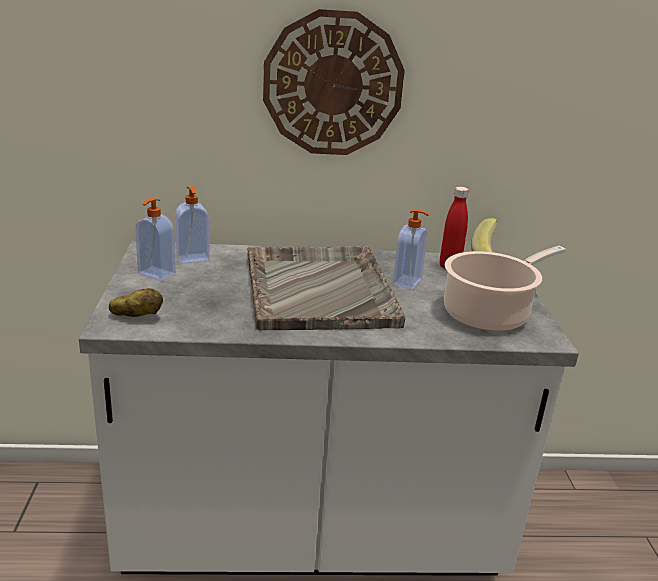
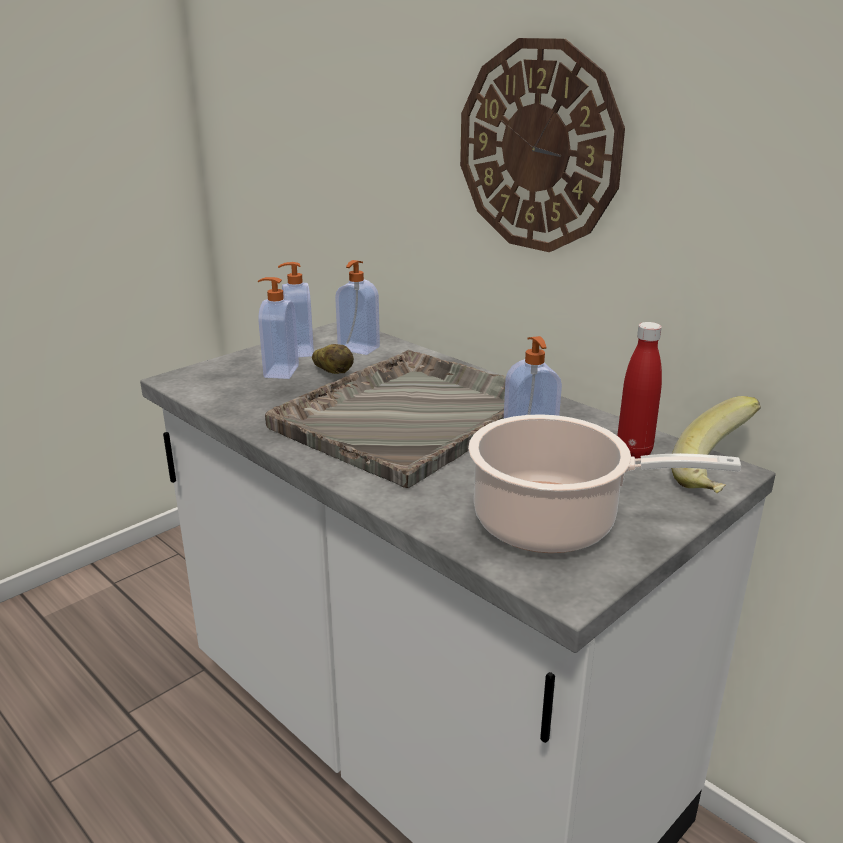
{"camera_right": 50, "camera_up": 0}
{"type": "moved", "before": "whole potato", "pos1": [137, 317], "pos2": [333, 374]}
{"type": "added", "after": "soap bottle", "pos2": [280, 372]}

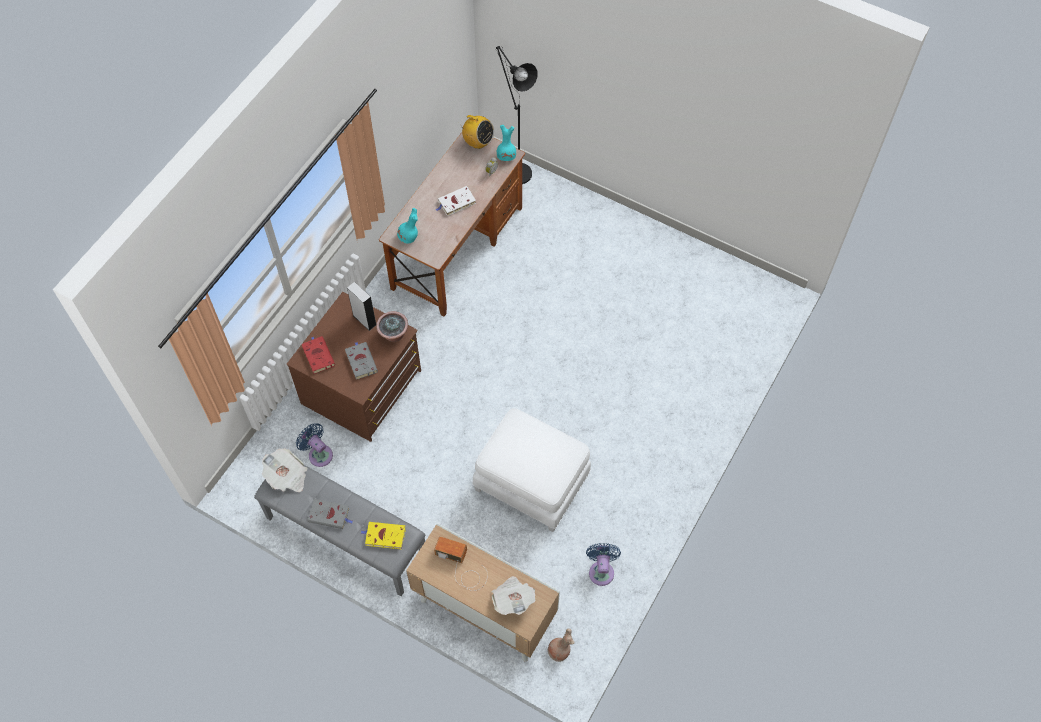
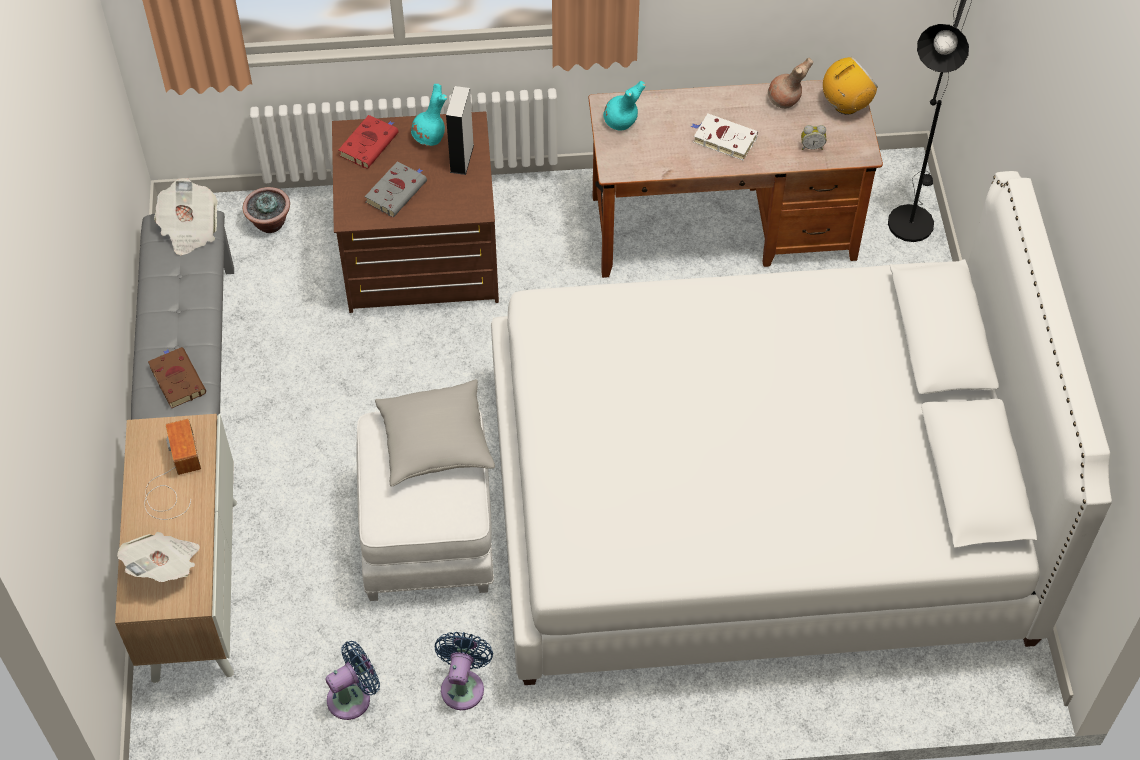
{"camera_right": 55, "camera_up": -5}
{"type": "moved", "before": "blue fan", "pos1": [319, 454], "pos2": [463, 685]}
{"type": "removed", "before": "greyish bound book", "pos1": [330, 515]}
{"type": "recoloured", "before": "yellowish bound book", "after": "brownish bound book", "pos1": [384, 536], "pos2": [176, 379]}
{"type": "moved", "before": "houseplant", "pos1": [393, 335], "pos2": [269, 223]}
{"type": "turned", "before": "radio", "pos1": [478, 142], "pos2": [846, 105], "turn": -120}
{"type": "moved", "before": "turquoise flower vase", "pos1": [507, 156], "pos2": [430, 137]}
{"type": "moved", "before": "brownish flower vase", "pos1": [559, 651], "pos2": [784, 101]}
{"type": "added", "after": "greyish throw pillow", "pos2": [435, 443]}
{"type": "added", "after": "white bedroom bed", "pos2": [756, 505]}

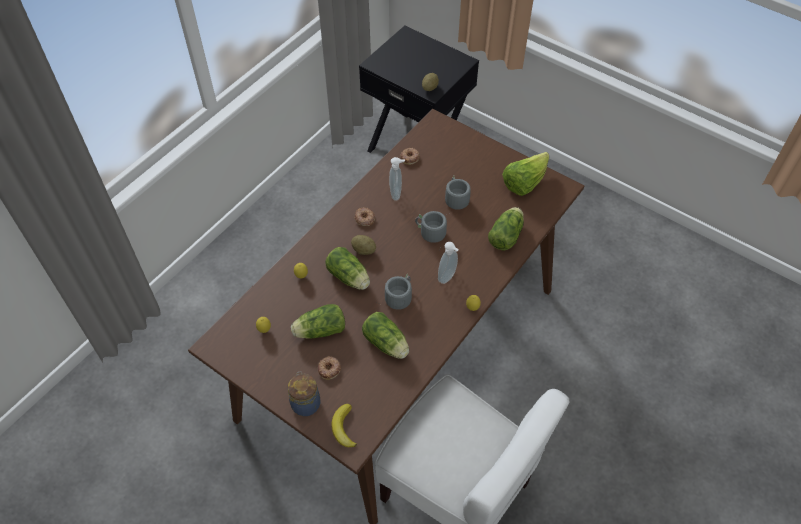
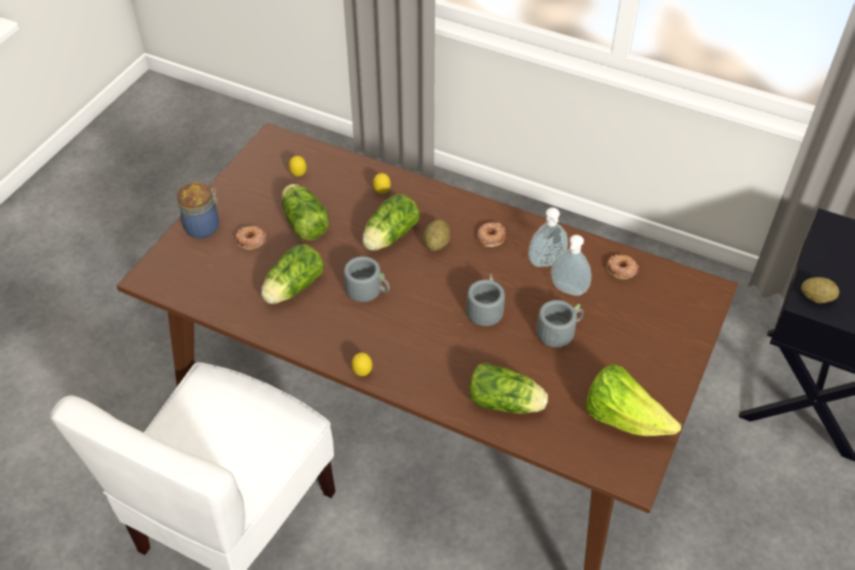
{"camera_right": 80, "camera_up": -5}
{"type": "removed", "before": "banana", "pos1": [344, 428]}
{"type": "moved", "before": "soap bottle", "pos1": [448, 277], "pos2": [567, 291]}

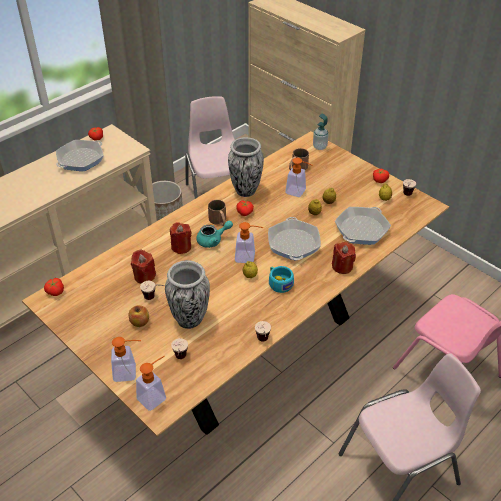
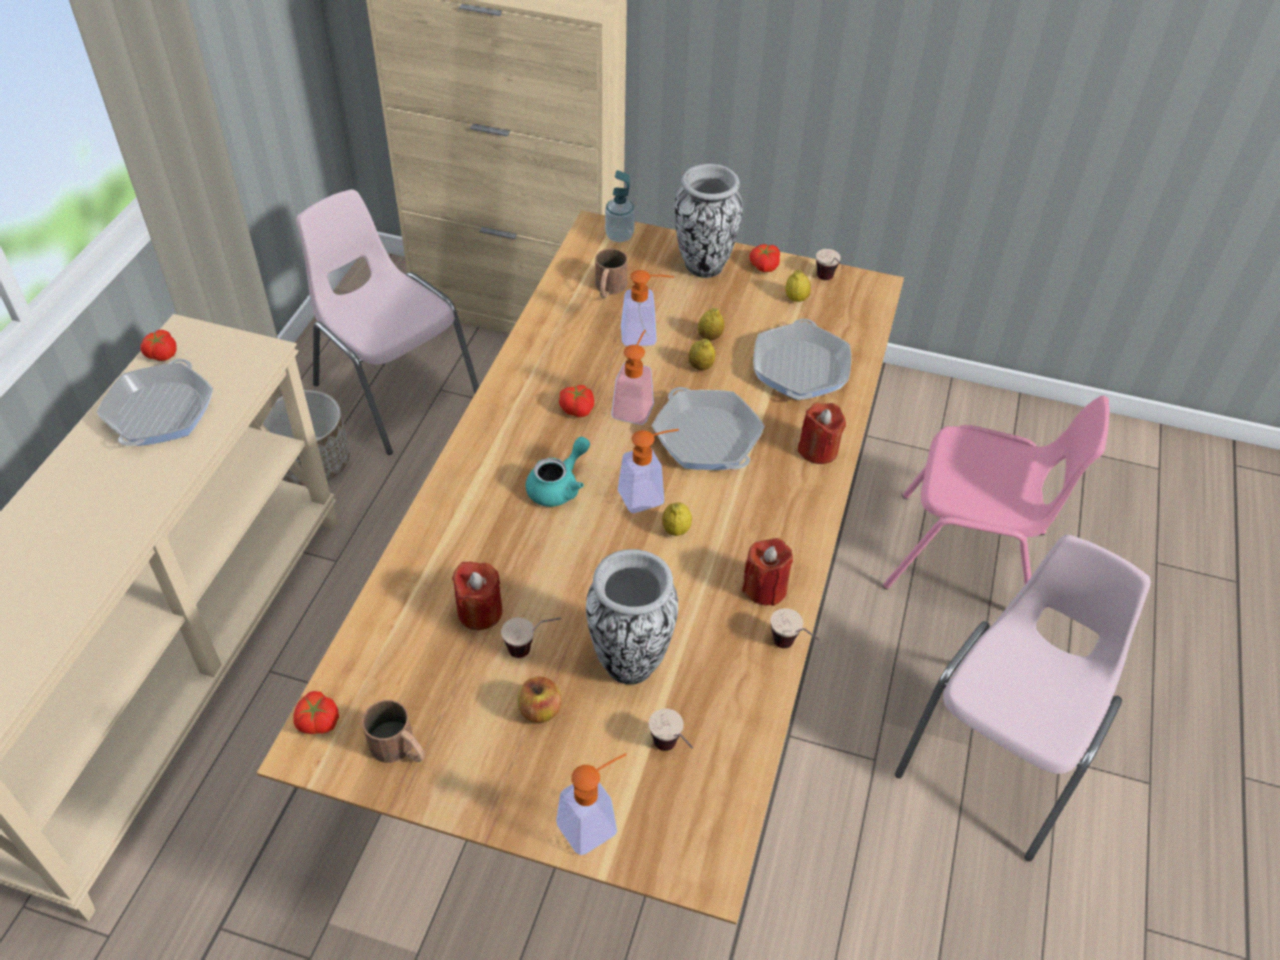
{"camera_right": -30, "camera_up": 5}
{"type": "moved", "before": "soap bottle", "pos1": [155, 396], "pos2": [635, 406]}
{"type": "moved", "before": "red-coloured wax light", "pos1": [181, 247], "pos2": [765, 588]}
{"type": "moved", "before": "brownish mug", "pos1": [219, 221], "pos2": [400, 748]}
{"type": "moved", "before": "flower vase", "pos1": [245, 190], "pos2": [703, 266]}
{"type": "removed", "before": "turquoise cup", "pos1": [279, 283]}

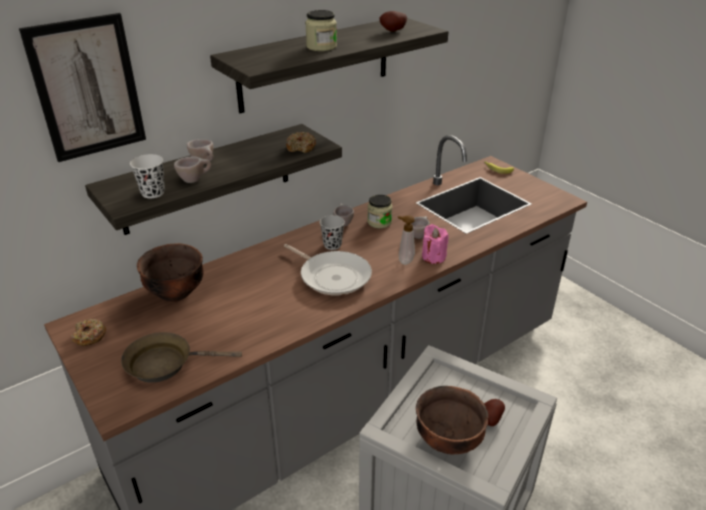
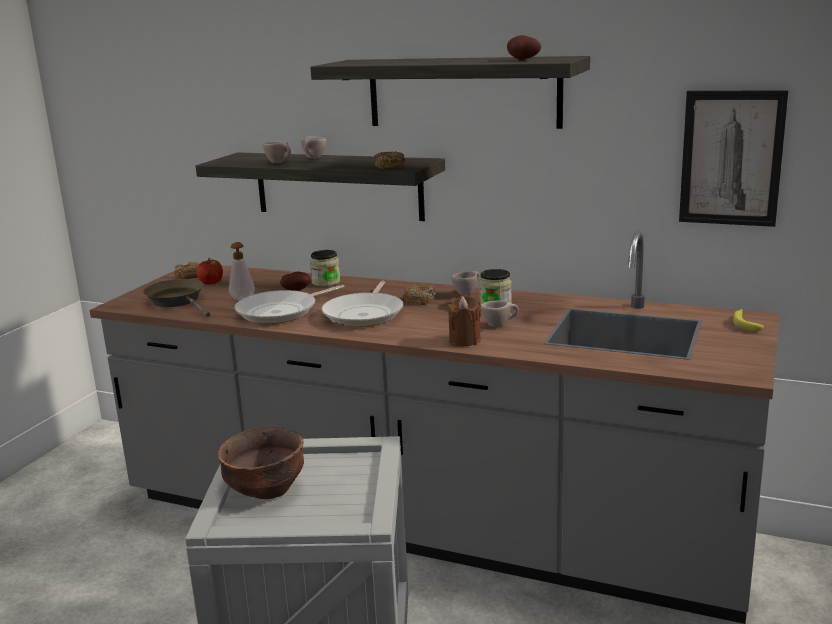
{"camera_right": 60, "camera_up": -15}
{"type": "moved", "before": "wall picture", "pos1": [87, 88], "pos2": [731, 158]}
{"type": "removed", "before": "white cup", "pos1": [153, 193]}
{"type": "removed", "before": "brownish serving bowl", "pos1": [175, 291]}
{"type": "moved", "before": "jar", "pos1": [321, 47], "pos2": [326, 282]}
{"type": "replaced", "before": "blackish cup", "after": "ring doughnut", "pos1": [332, 245], "pos2": [419, 300]}
{"type": "moved", "before": "soap bottle", "pos1": [404, 261], "pos2": [243, 298]}
{"type": "recoloured", "before": "pink wax light", "after": "brownish wax light", "pos1": [433, 257], "pos2": [464, 340]}
{"type": "moved", "before": "whole potato", "pos1": [490, 419], "pos2": [297, 290]}
{"type": "added", "after": "whole apple", "pos2": [211, 282]}
{"type": "added", "after": "pan", "pos2": [281, 311]}

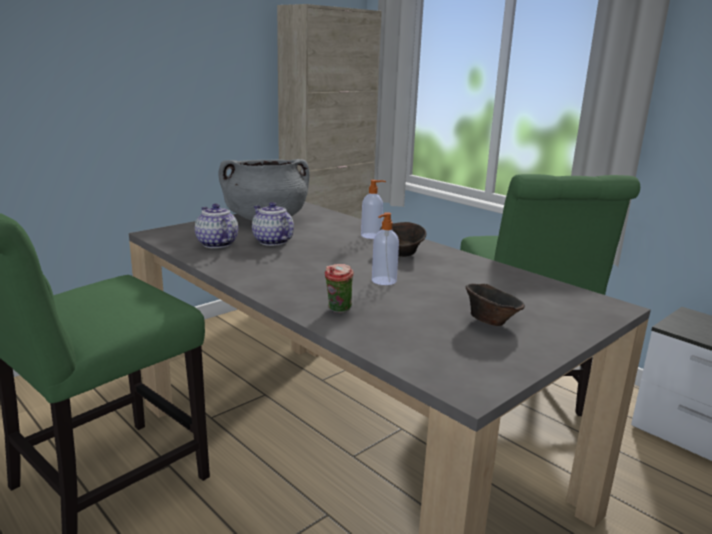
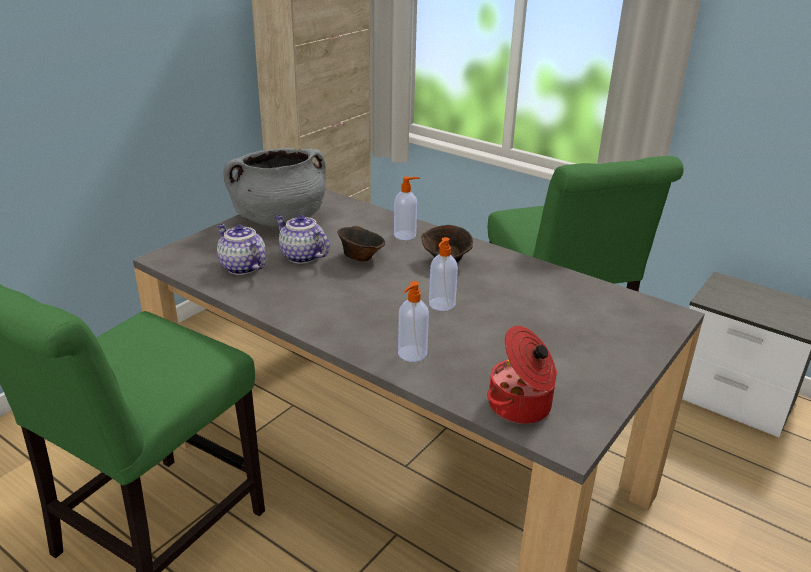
{"camera_right": -10, "camera_up": 10}
{"type": "replaced", "before": "cup", "after": "soap bottle", "pos1": [338, 311], "pos2": [411, 354]}
{"type": "moved", "before": "brownish serving bowl", "pos1": [490, 322], "pos2": [360, 257]}
{"type": "added", "after": "cooking pot", "pos2": [521, 407]}

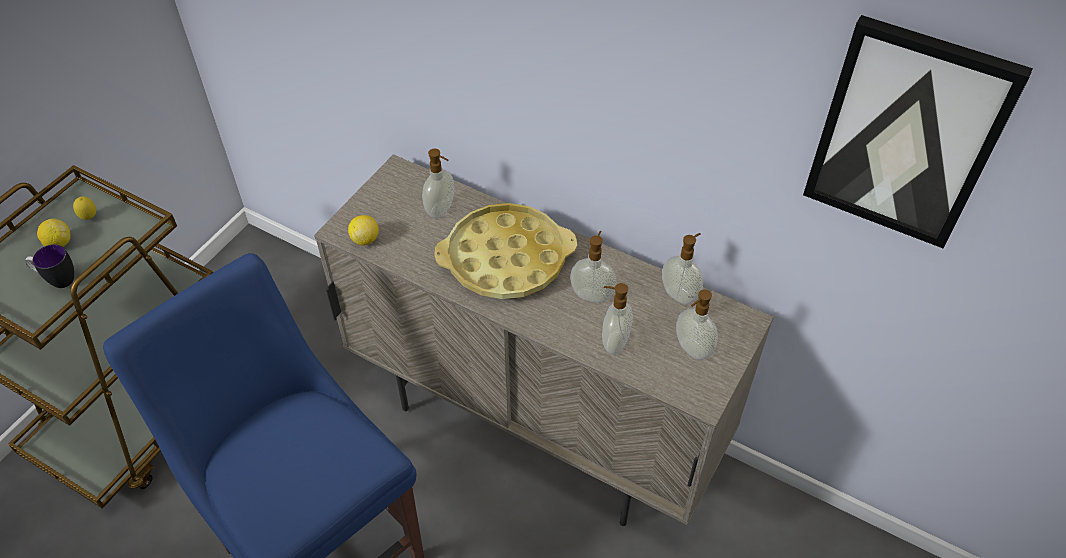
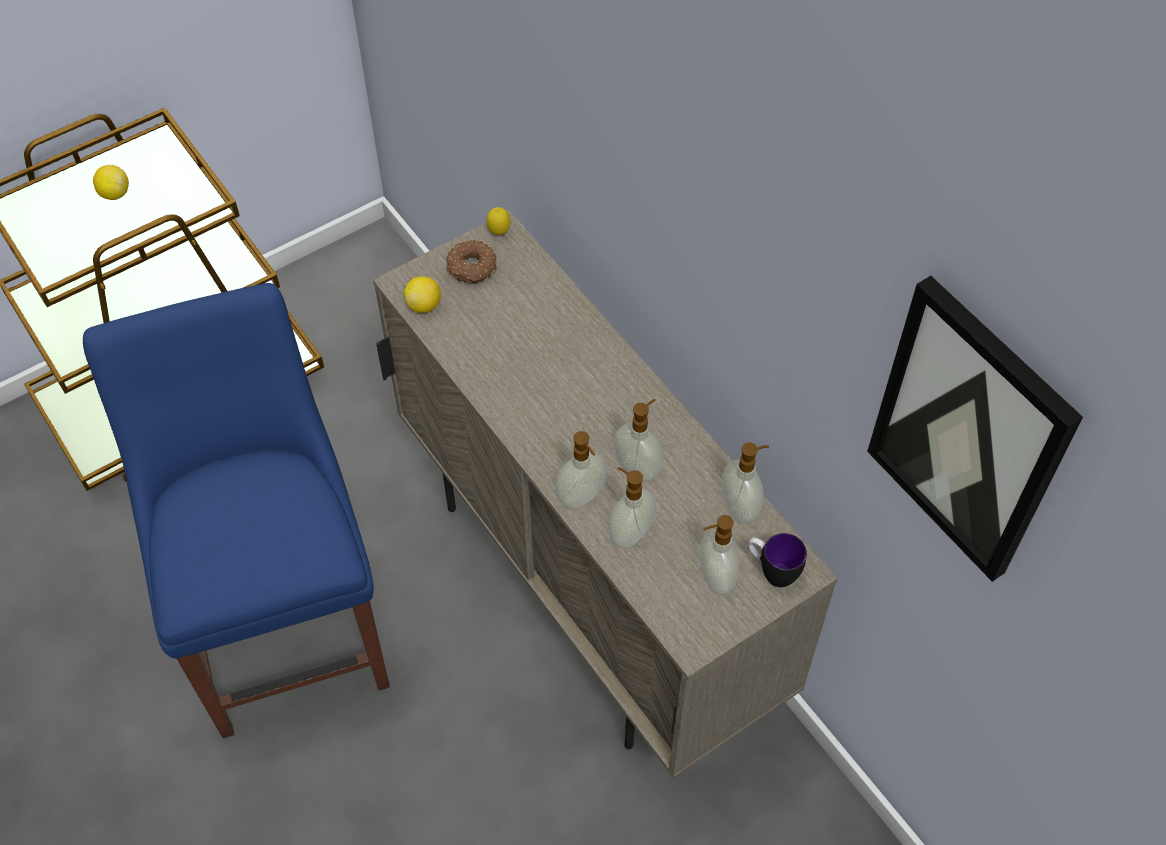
{"camera_right": 25, "camera_up": 5}
{"type": "moved", "before": "mug", "pos1": [57, 280], "pos2": [772, 572]}
{"type": "moved", "before": "citrus fruit", "pos1": [90, 218], "pos2": [499, 233]}
{"type": "moved", "before": "soap bottle", "pos1": [441, 210], "pos2": [582, 498]}
{"type": "removed", "before": "yellowish serving tray", "pos1": [506, 258]}
{"type": "added", "after": "ring doughnut", "pos2": [471, 268]}

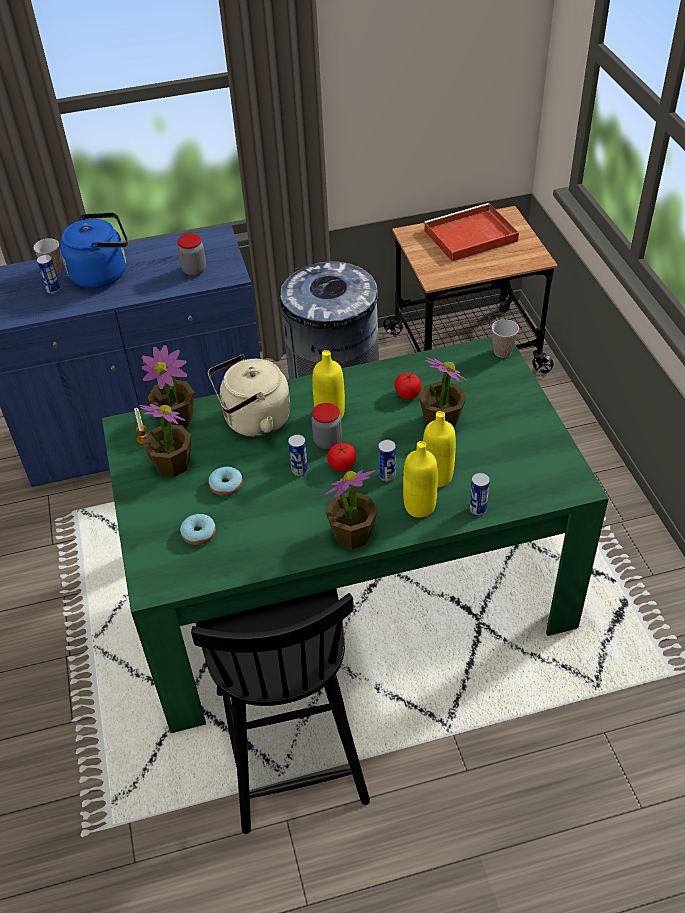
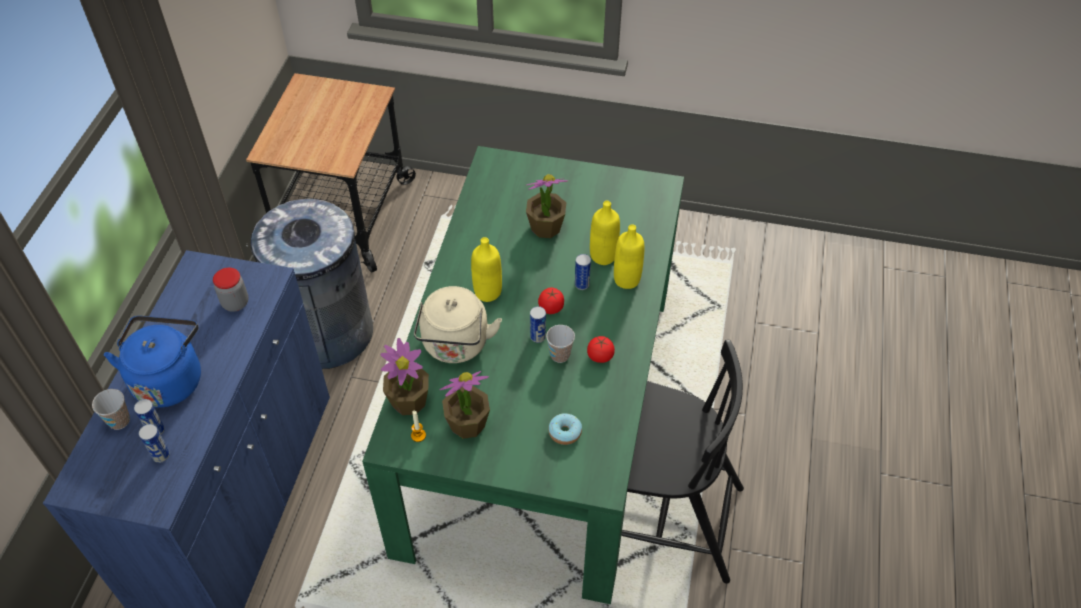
{"camera_right": -65, "camera_up": 5}
{"type": "removed", "before": "ring doughnut", "pos1": [226, 485]}
{"type": "removed", "before": "jar", "pos1": [327, 441]}
{"type": "removed", "before": "houseplant", "pos1": [352, 534]}
{"type": "moved", "before": "fresh tomato", "pos1": [408, 394], "pos2": [600, 356]}
{"type": "removed", "before": "red-coloured serving tray", "pos1": [469, 236]}
{"type": "moved", "before": "metal can", "pos1": [478, 509], "pos2": [161, 455]}
{"type": "moved", "before": "cup", "pos1": [502, 352], "pos2": [560, 355]}

